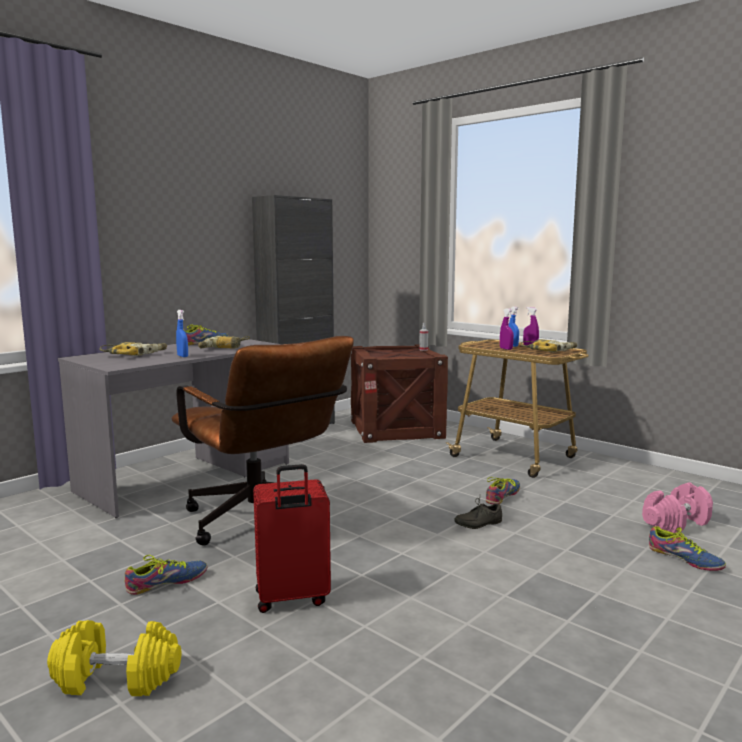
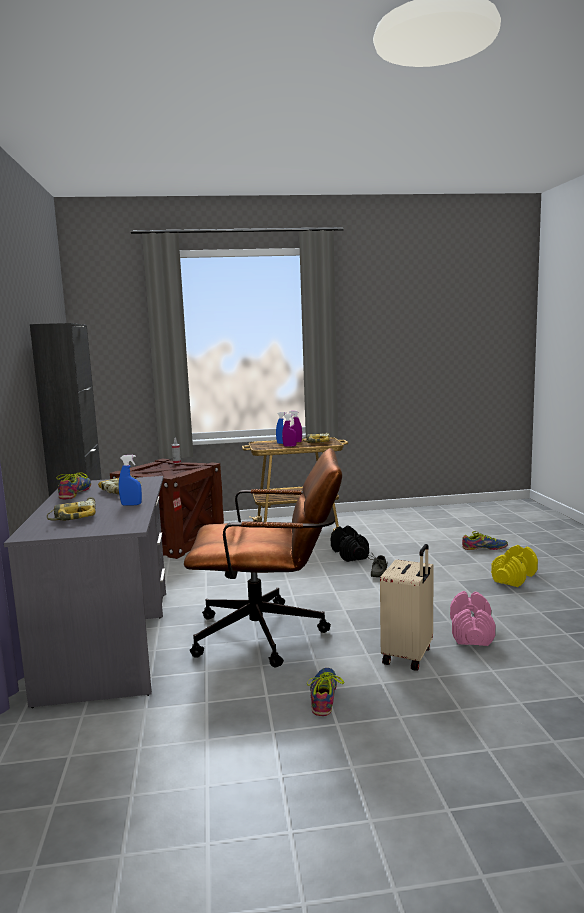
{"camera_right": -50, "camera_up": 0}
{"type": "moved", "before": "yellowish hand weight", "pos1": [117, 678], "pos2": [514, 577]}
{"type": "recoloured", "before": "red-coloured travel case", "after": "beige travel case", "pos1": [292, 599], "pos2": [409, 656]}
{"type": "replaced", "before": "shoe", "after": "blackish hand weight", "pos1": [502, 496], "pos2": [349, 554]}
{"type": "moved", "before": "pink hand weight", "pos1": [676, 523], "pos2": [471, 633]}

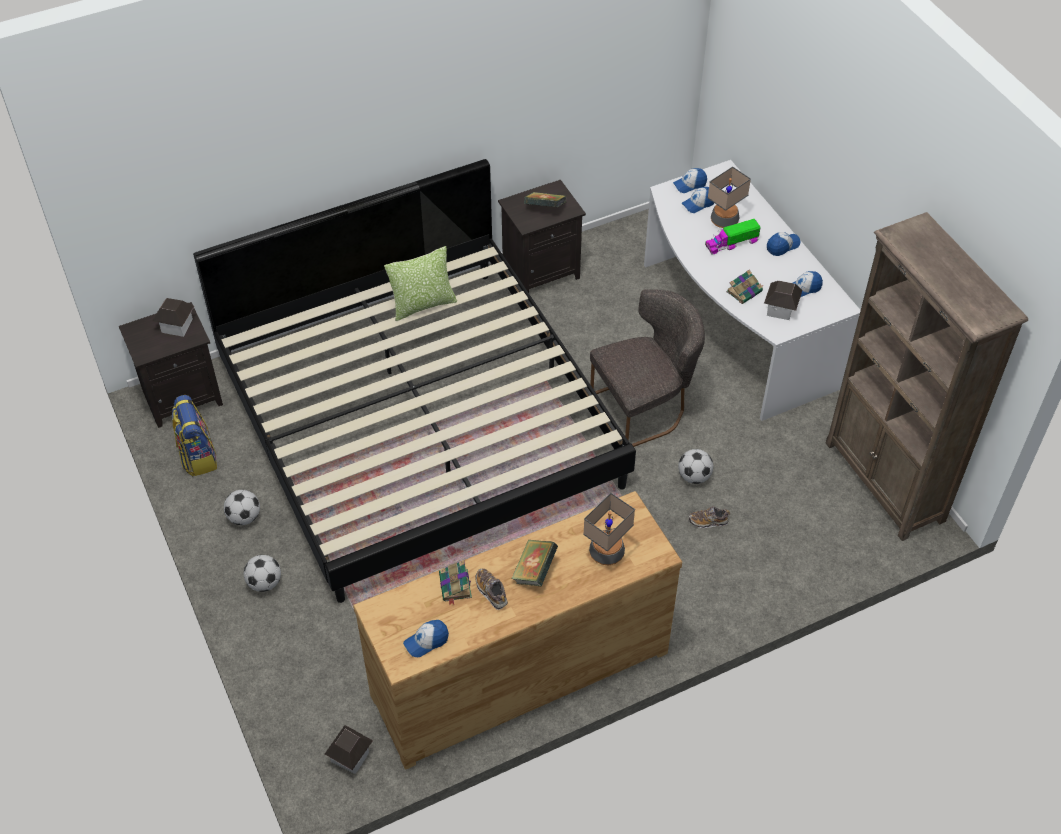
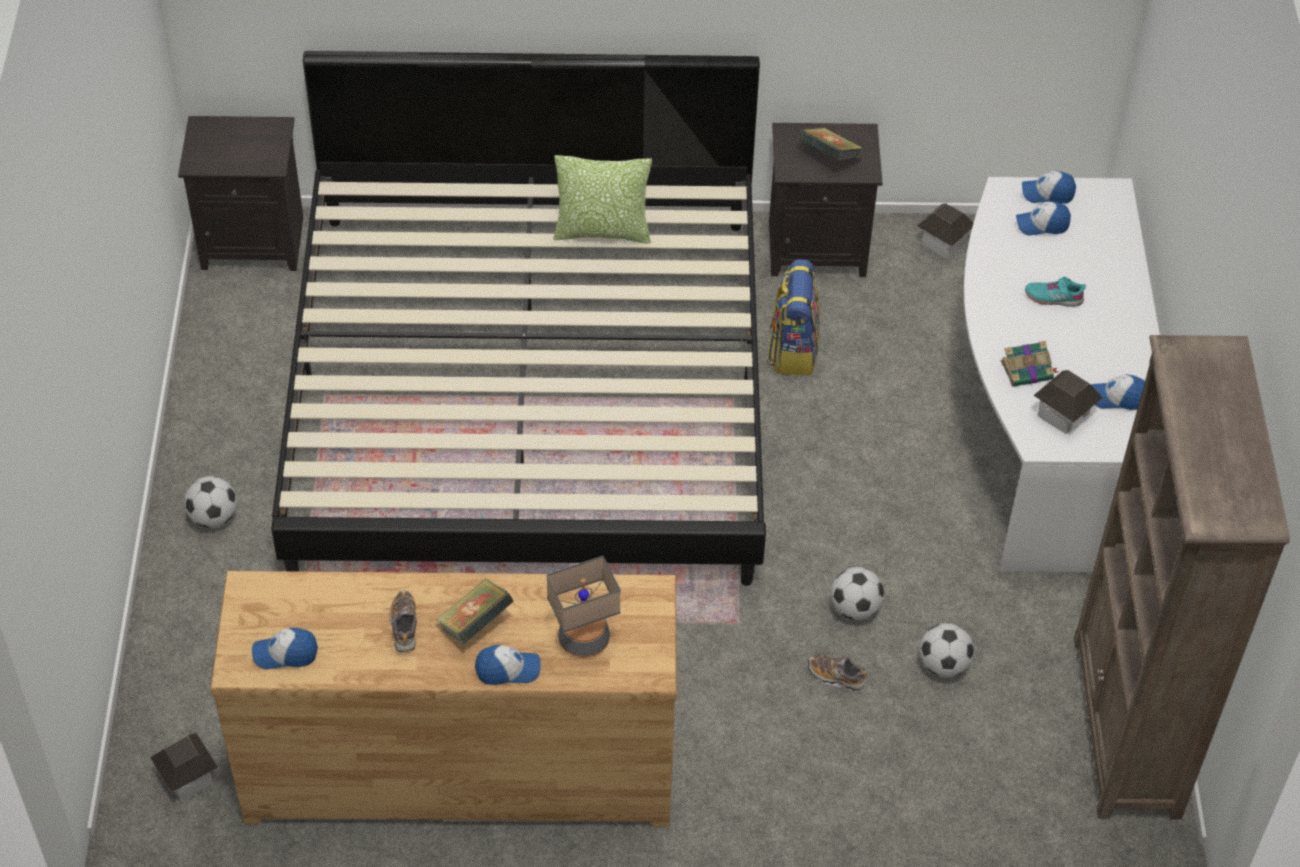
{"camera_right": 25, "camera_up": 0}
{"type": "moved", "before": "miniature house", "pos1": [177, 325], "pos2": [943, 242]}
{"type": "moved", "before": "backpack", "pos1": [197, 456], "pos2": [792, 349]}
{"type": "moved", "before": "football", "pos1": [244, 517], "pos2": [943, 665]}
{"type": "removed", "before": "bound book", "pos1": [455, 586]}
{"type": "removed", "before": "greyish plain chair", "pos1": [645, 408]}
{"type": "replaced", "before": "model truck", "after": "turquoise shoe", "pos1": [731, 243], "pos2": [1053, 297]}
{"type": "removed", "before": "table lamp", "pos1": [724, 220]}
{"type": "moved", "before": "baseball cap", "pos1": [782, 246], "pos2": [508, 669]}

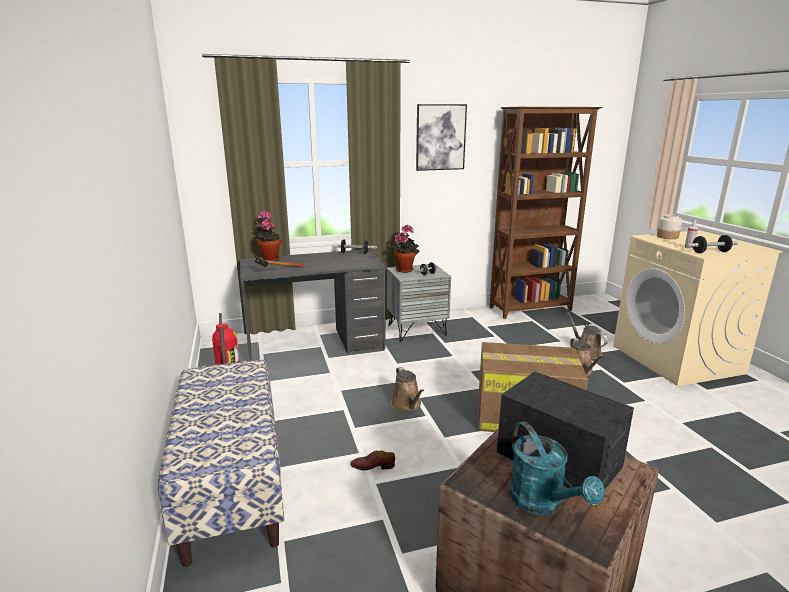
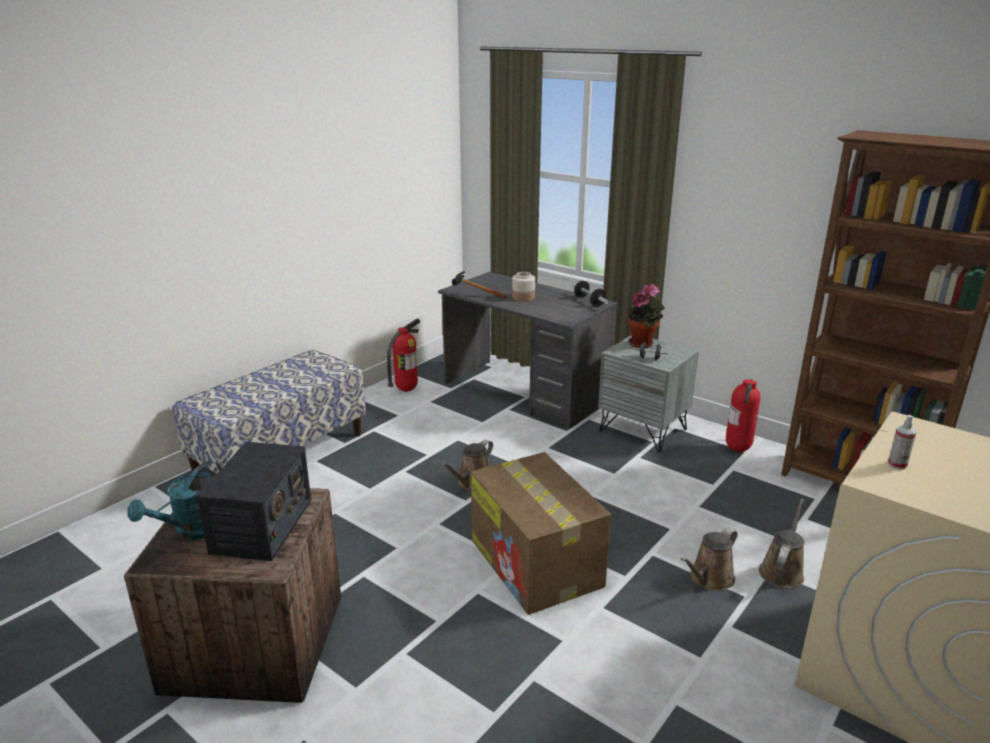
{"camera_right": 55, "camera_up": 5}
{"type": "removed", "before": "houseplant", "pos1": [269, 259]}
{"type": "removed", "before": "brownish shoe", "pos1": [372, 466]}
{"type": "removed", "before": "wall picture", "pos1": [440, 137]}
{"type": "moved", "before": "jar", "pos1": [667, 237], "pos2": [523, 298]}
{"type": "removed", "before": "hand weight", "pos1": [710, 252]}
{"type": "added", "after": "fire extinguisher", "pos2": [738, 450]}

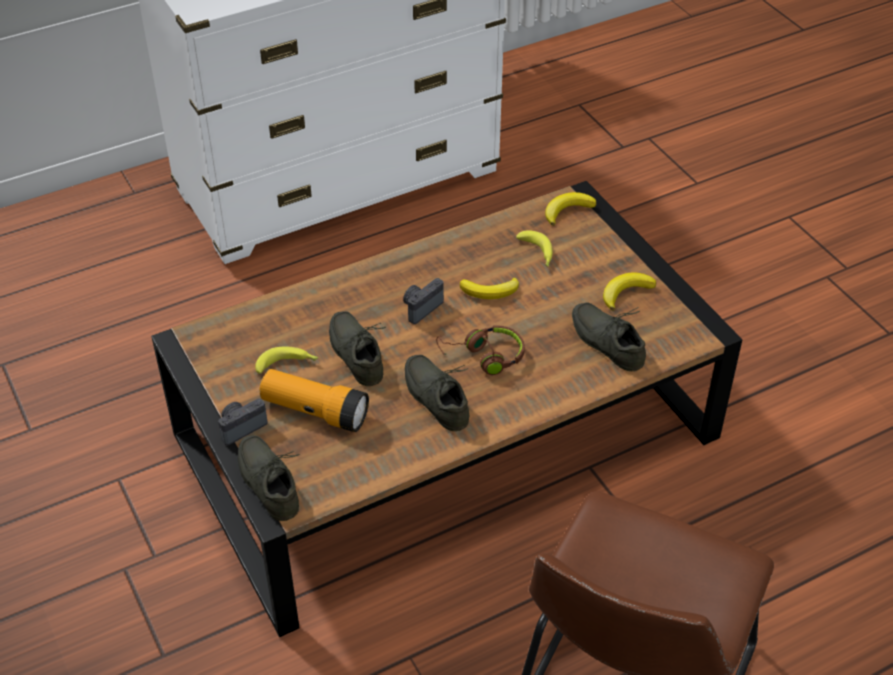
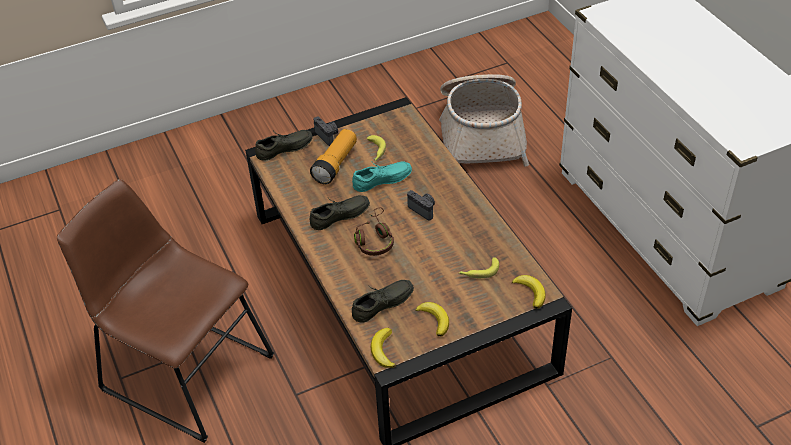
{"camera_right": 95, "camera_up": 0}
{"type": "recoloured", "before": "greyish shoe", "after": "turquoise shoe", "pos1": [359, 353], "pos2": [383, 181]}
{"type": "moved", "before": "banana", "pos1": [490, 291], "pos2": [383, 350]}
{"type": "added", "after": "basket", "pos2": [481, 133]}

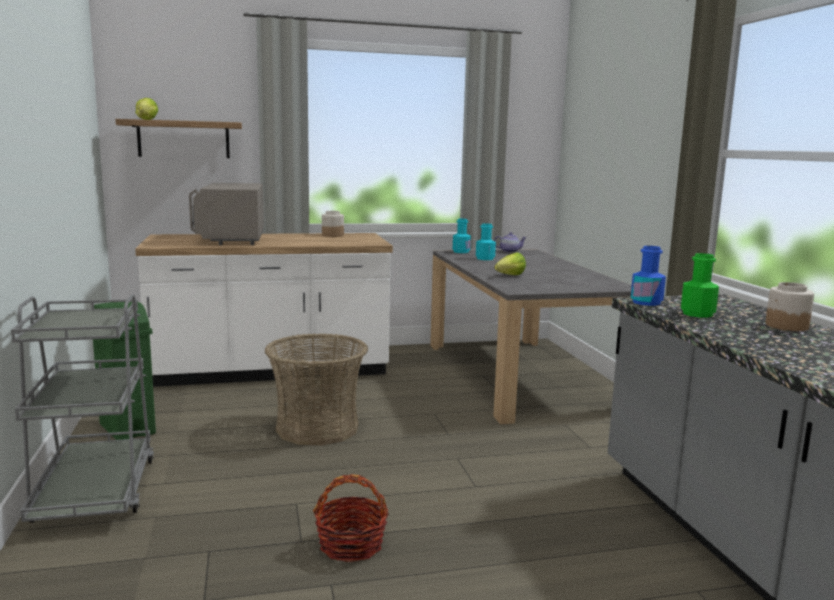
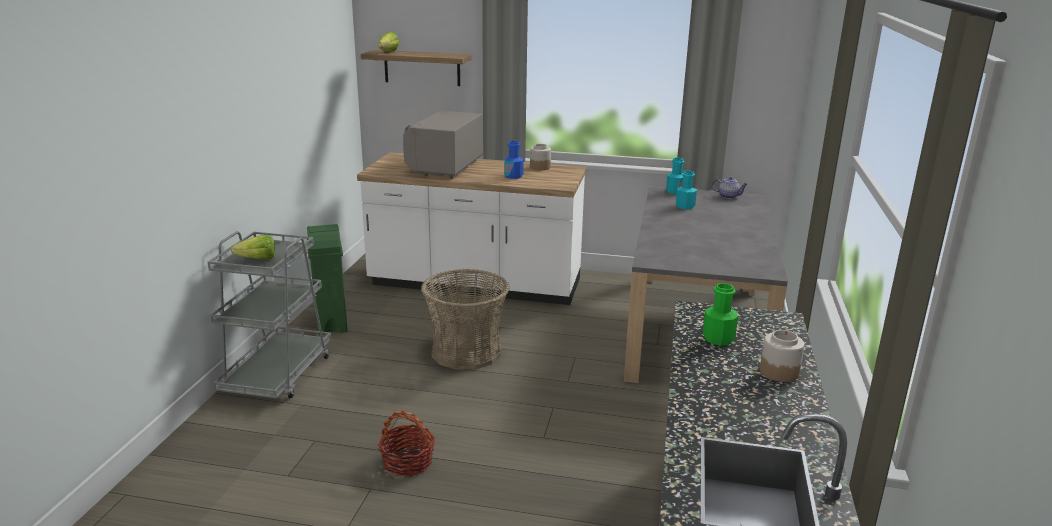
{"camera_right": 25, "camera_up": 10}
{"type": "moved", "before": "lettuce", "pos1": [507, 276], "pos2": [254, 259]}
{"type": "moved", "before": "blue bottle", "pos1": [646, 302], "pos2": [513, 176]}

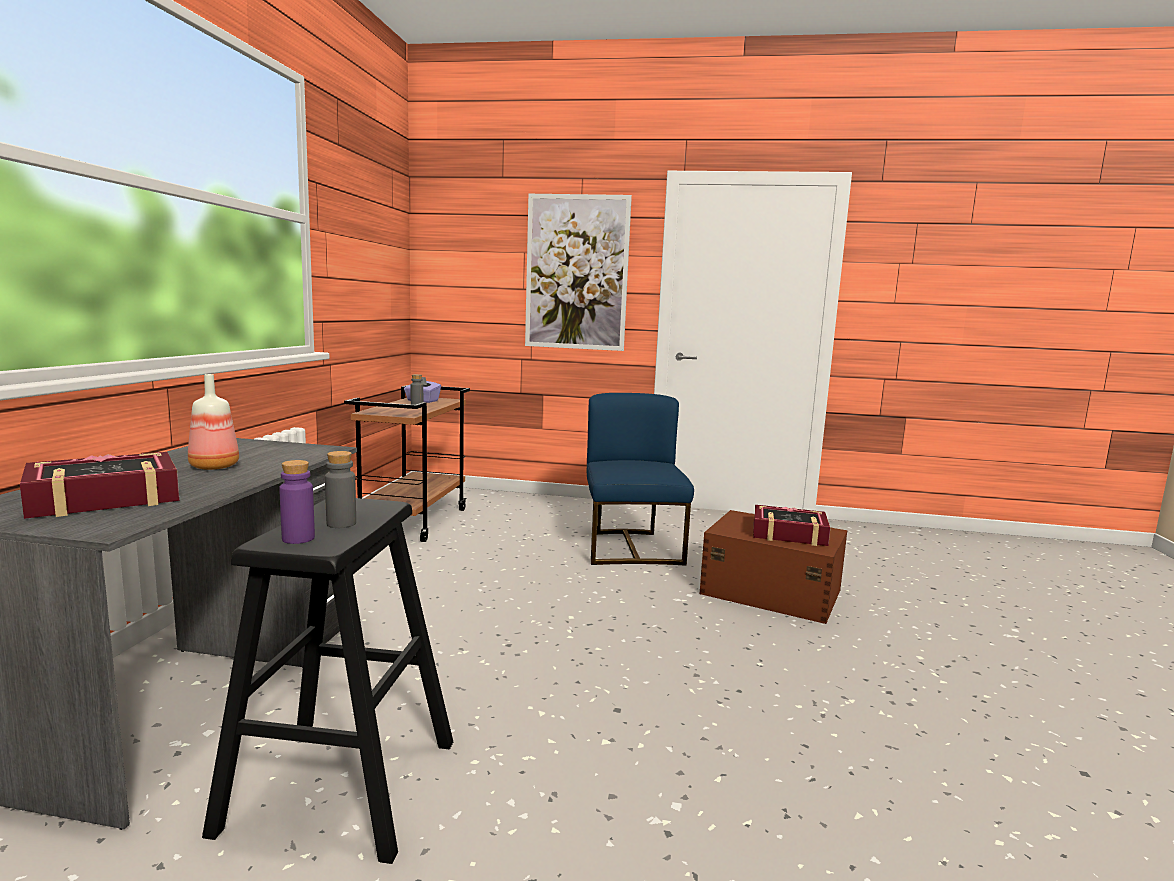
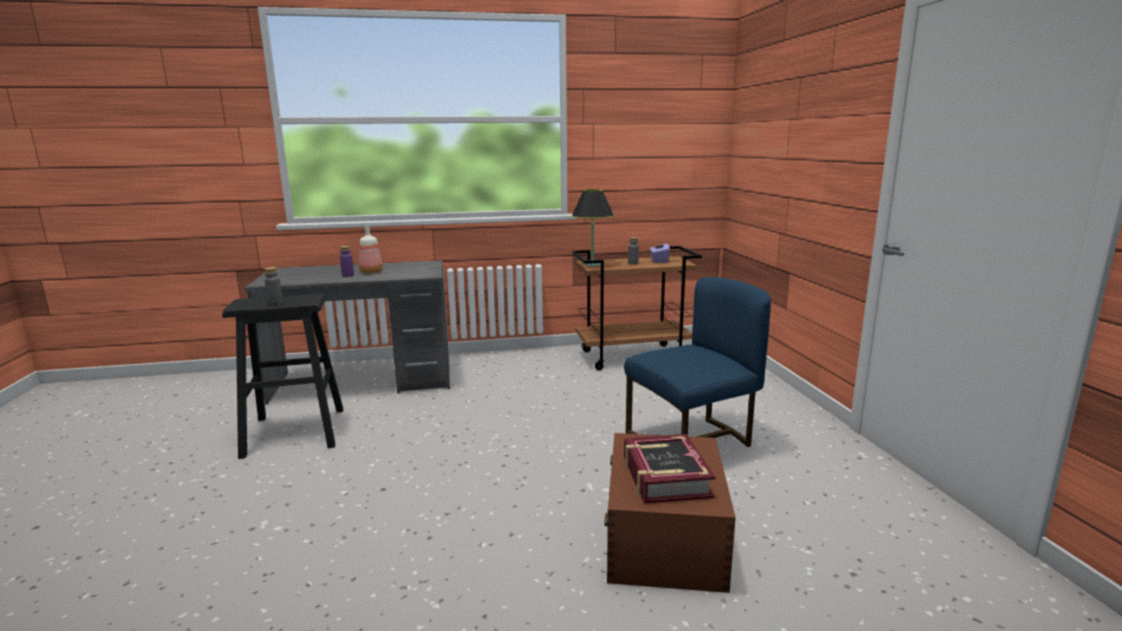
{"camera_right": 70, "camera_up": 5}
{"type": "removed", "before": "bound book", "pos1": [104, 498]}
{"type": "moved", "before": "purple bottle", "pos1": [298, 539], "pos2": [348, 275]}
{"type": "removed", "before": "wall picture", "pos1": [576, 273]}
{"type": "added", "after": "blackish table lamp", "pos2": [592, 264]}

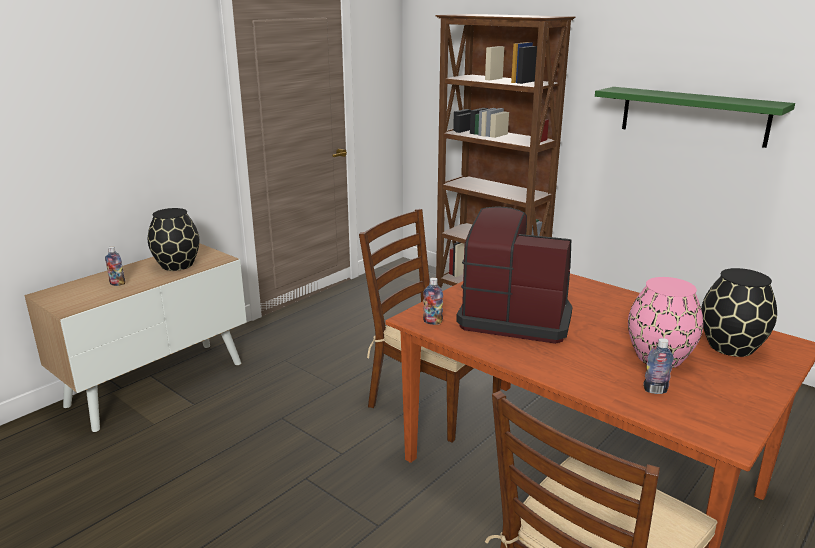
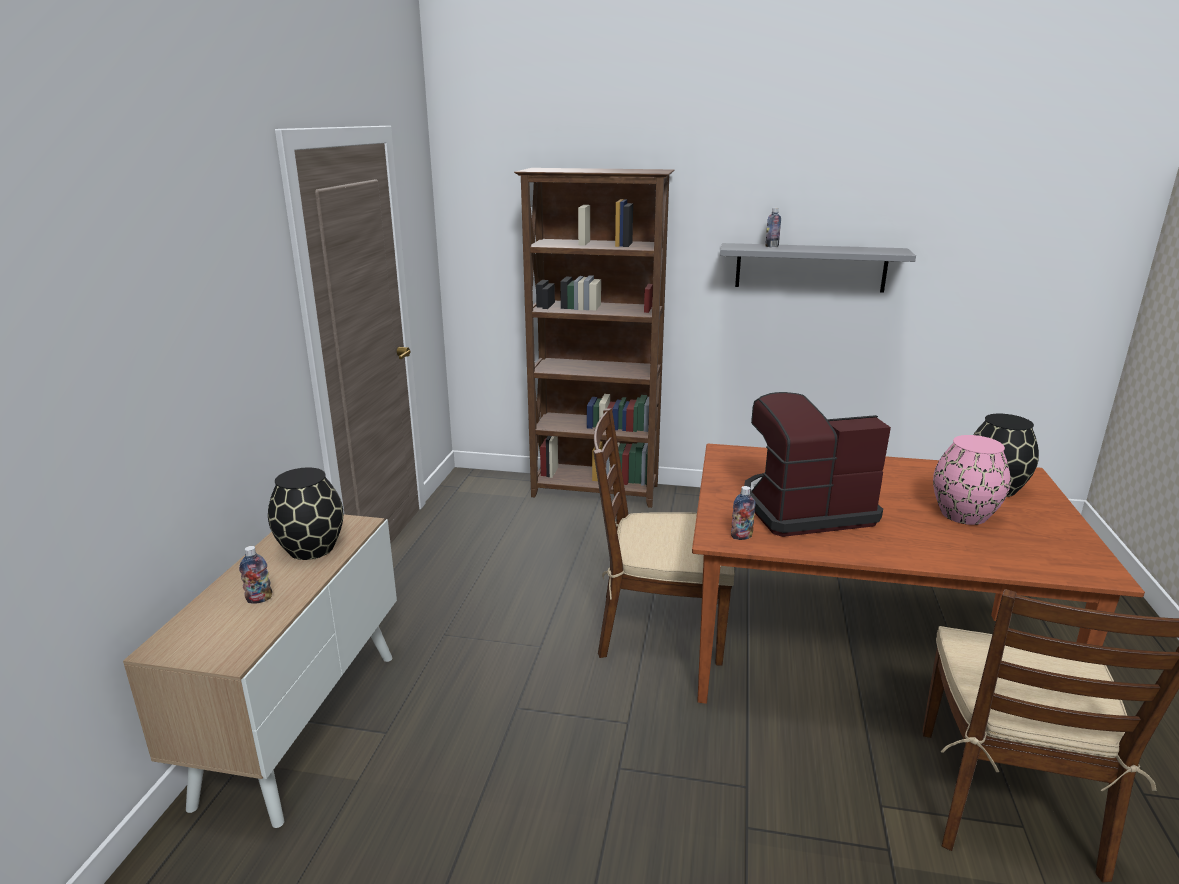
{"camera_right": -30, "camera_up": 0}
{"type": "recoloured", "before": "green-coloured shelf", "after": "greyish shelf", "pos1": [693, 116], "pos2": [810, 267]}
{"type": "moved", "before": "bottle", "pos1": [655, 390], "pos2": [771, 246]}

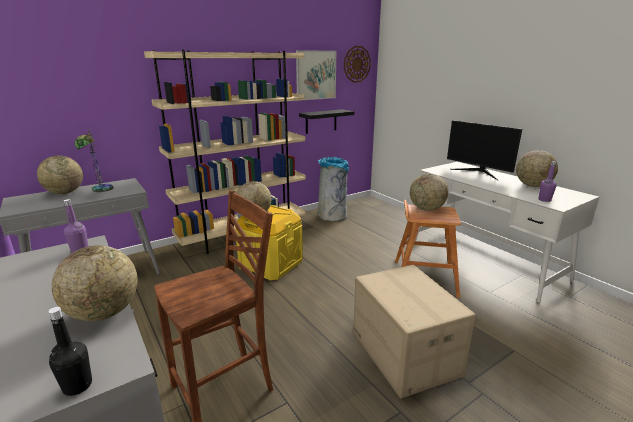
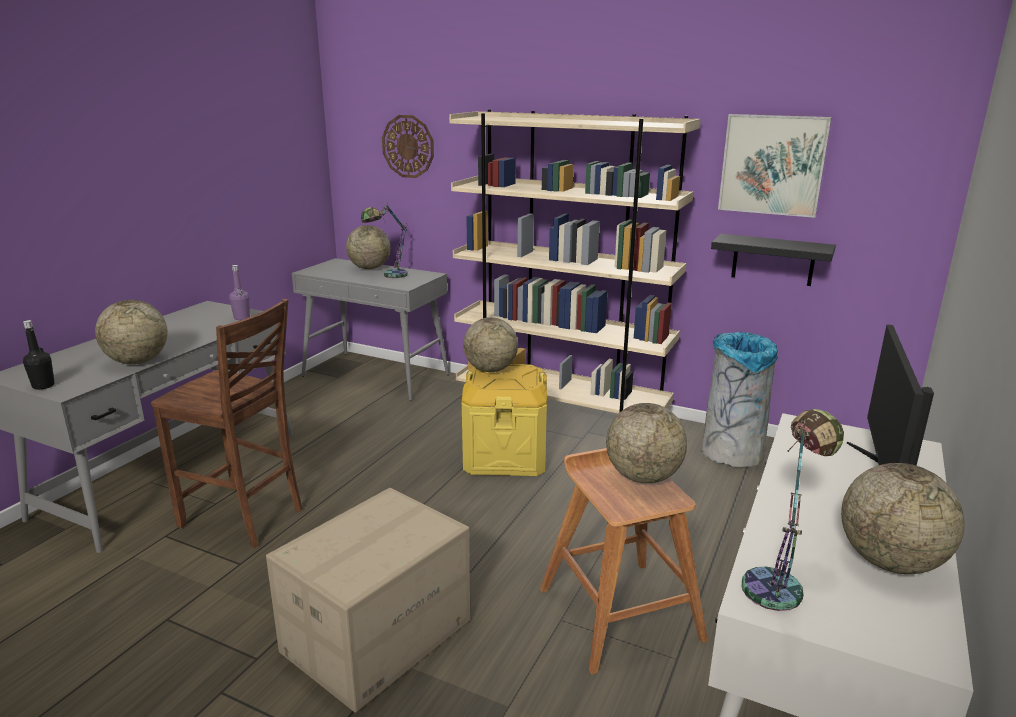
{"camera_right": 60, "camera_up": 0}
{"type": "moved", "before": "hanging clock", "pos1": [356, 64], "pos2": [408, 146]}
{"type": "replaced", "before": "purple bottle", "after": "table lamp", "pos1": [544, 200], "pos2": [780, 582]}

